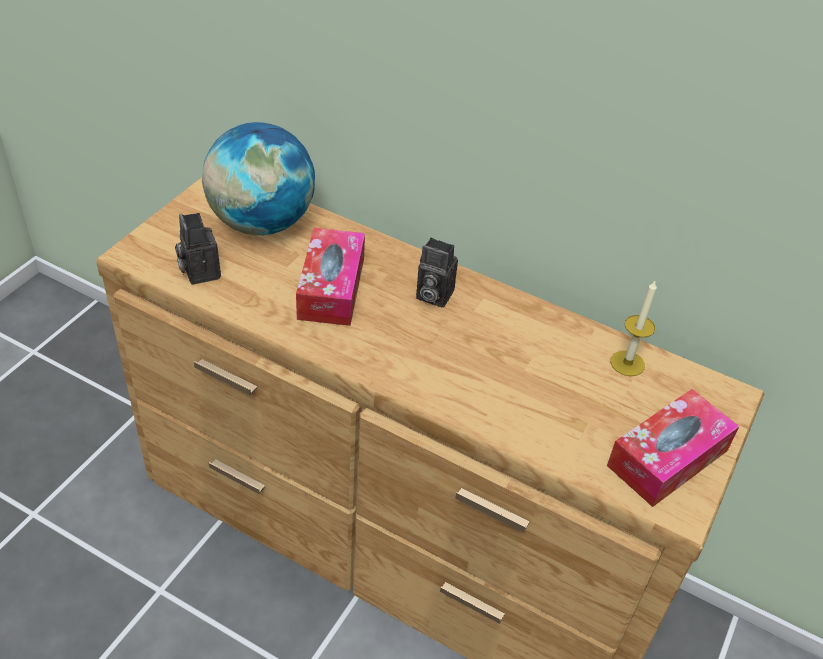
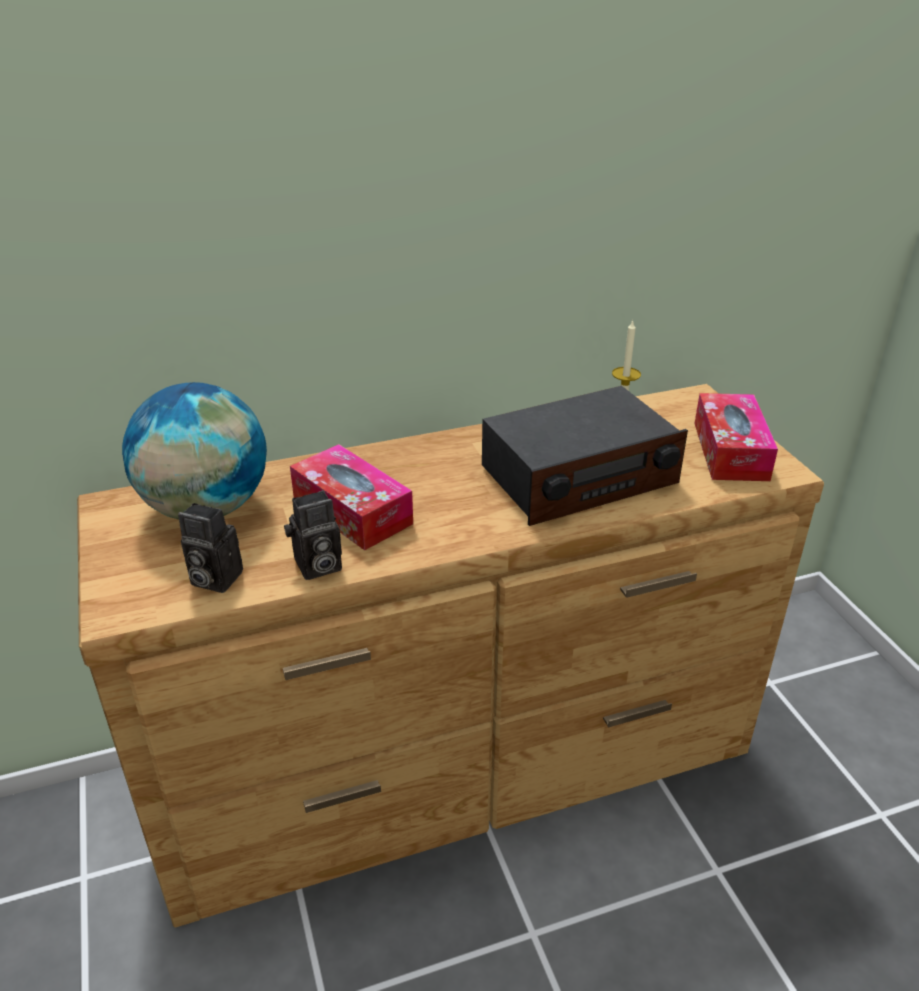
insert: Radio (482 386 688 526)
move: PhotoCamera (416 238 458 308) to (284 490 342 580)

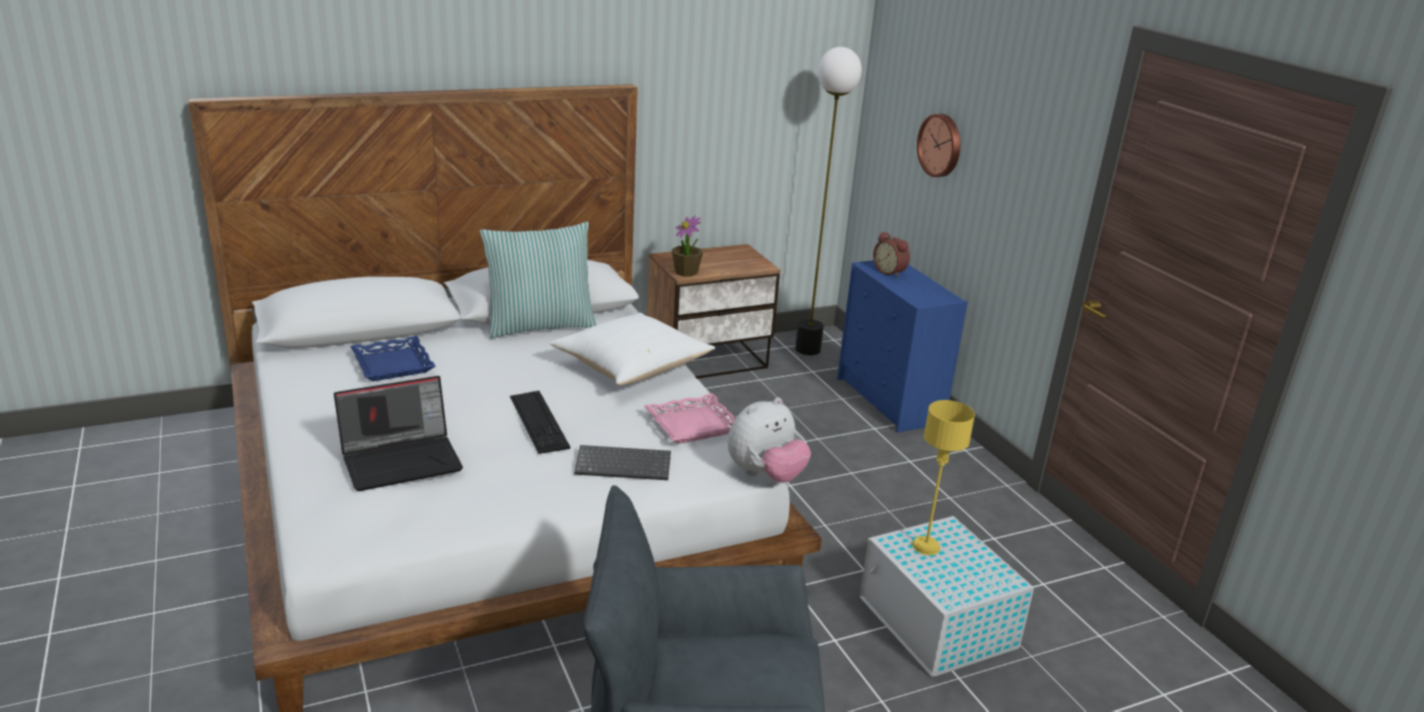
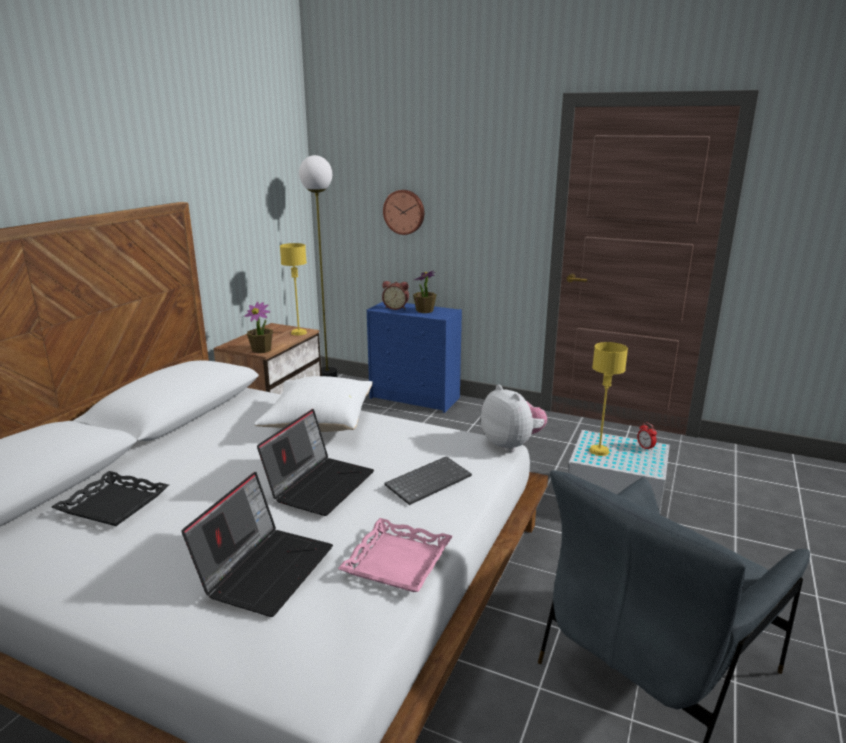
delete: Cushion (480 222 597 339)
insert: YellowLampForATable (280 243 307 336); PottedPlant (413 270 437 313); BedsideClock (637 422 657 450)
move: PinkishCarryingTray (644 393 735 444) to (338 518 452 592)
replace: ComputerKeyboard (510 391 570 454) to Laptop (257 409 374 516)
recolor: BluishCarryingTray (350 336 435 381) to BlackColouredCarryingTray (51 471 169 526)
rotate: PlushToy (728 398 811 483) = (481 385 547 452) 45 degrees counterclockwise

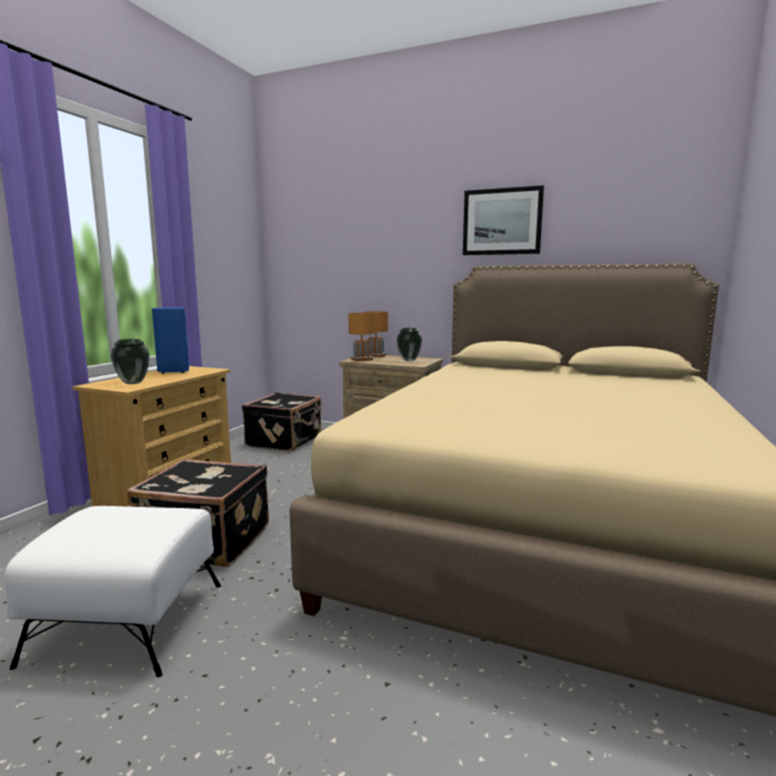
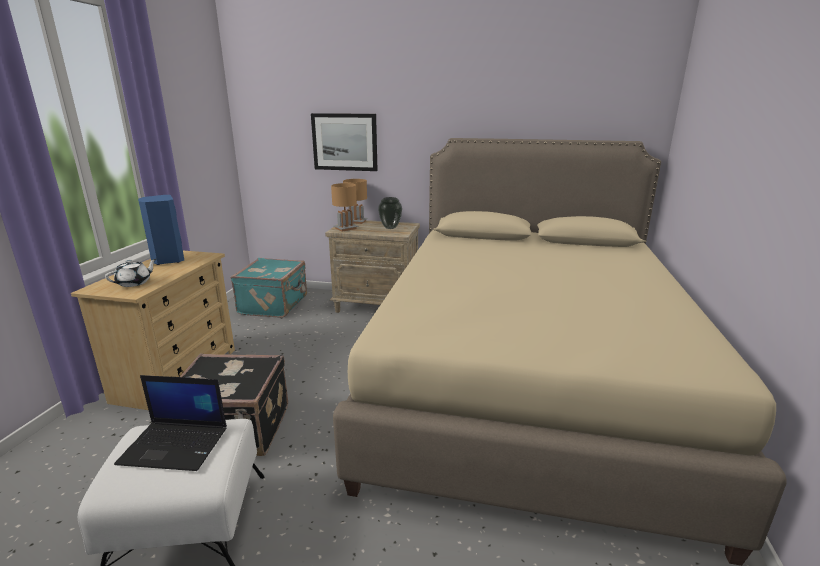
insert: Laptop (114 375 227 471)
move: WallPicture (463 185 544 255) to (311 113 378 171)
replace: DecorativeVase (111 339 150 384) to WhiteTeaPot (105 259 156 287)
recolor: BlackColouredTravelCase (242 392 321 452) to TurquoiseTravelCase (230 258 307 318)

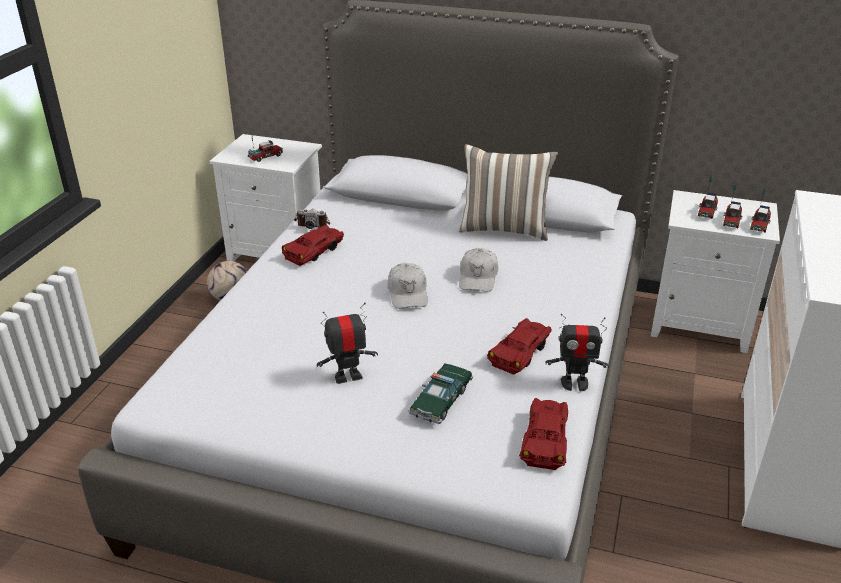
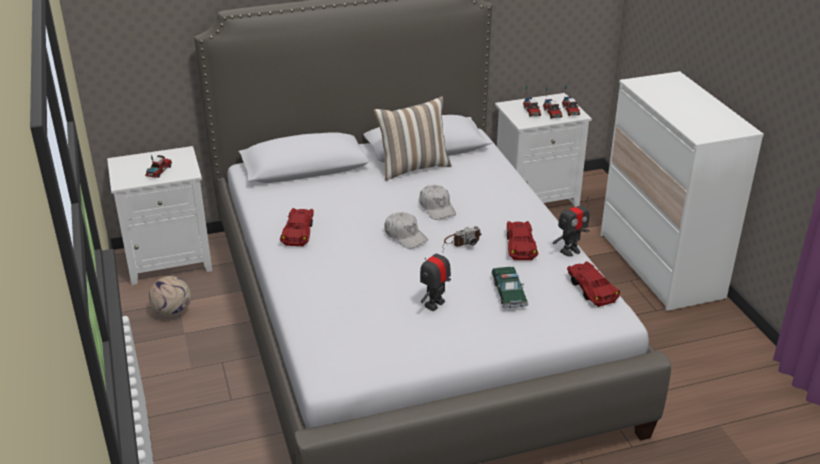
move: PhotoCamera (294 209 330 229) to (444 226 481 247)

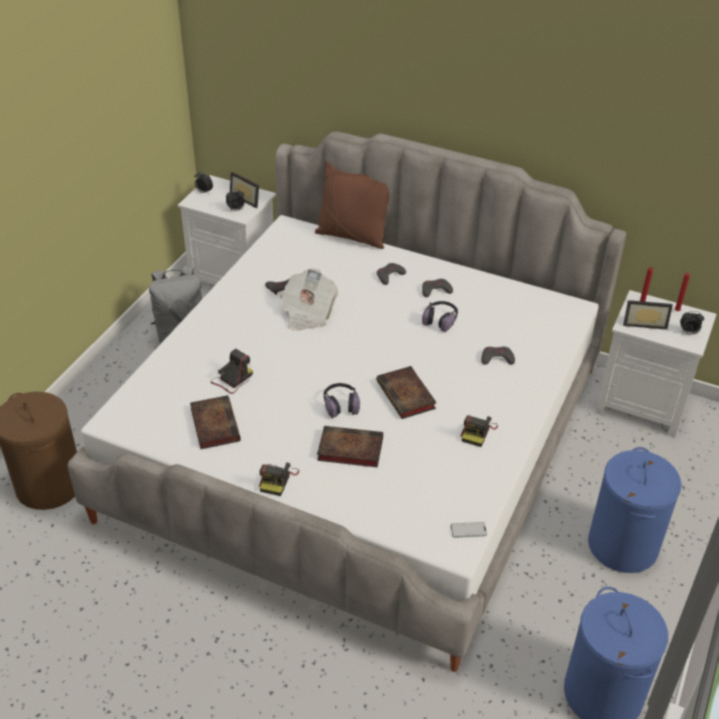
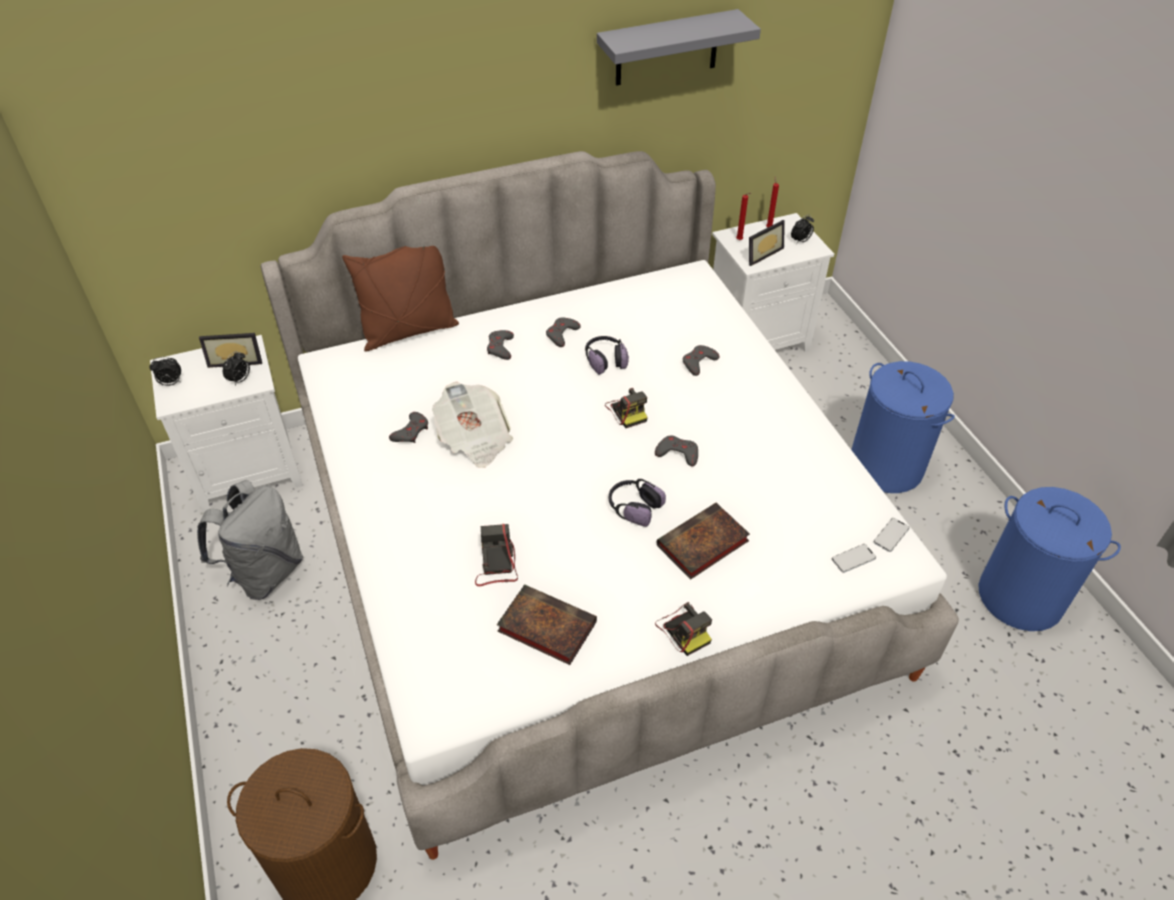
insert: GreyShelf (597 9 761 86); Telephone (832 544 876 573)
move: PhotoCamera (460 415 498 447) to (605 388 648 428)
replace: BoundBook (376 366 437 419) to GreyGameController (655 436 698 466)

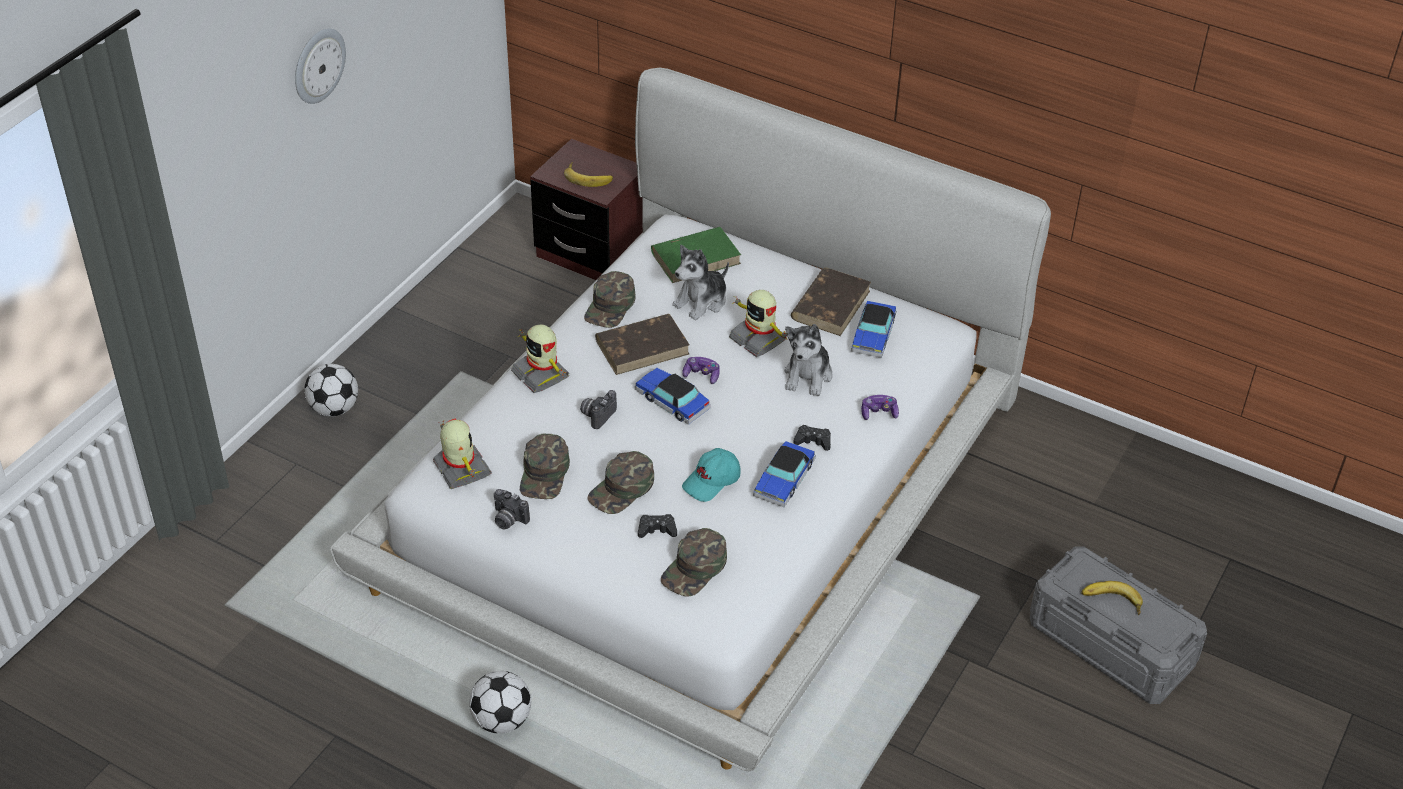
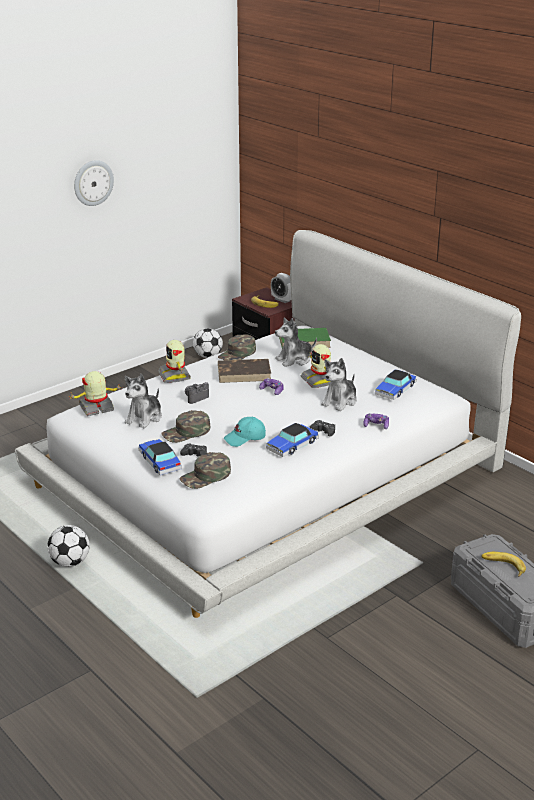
delete: BrownColouredBoundBook (791 267 871 336); PhotoCamera (494 489 530 529)
insert: BedsideClock (271 273 291 303)
move: Football (304 364 358 417) to (193 328 223 358); ToyCar (635 368 711 425) to (138 439 182 475)
replace: GreenPeakedCap (520 434 570 499) to PlushToy (125 374 162 428)
rotate: ToyRobot (433 419 492 489) = (71 371 123 416) 105 degrees counterclockwise

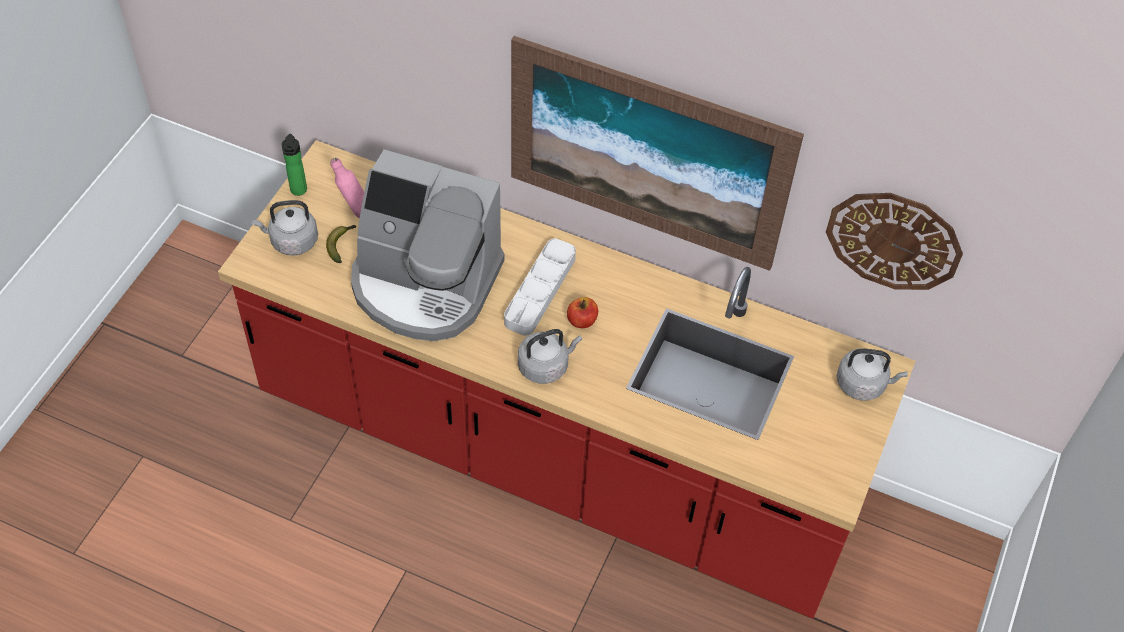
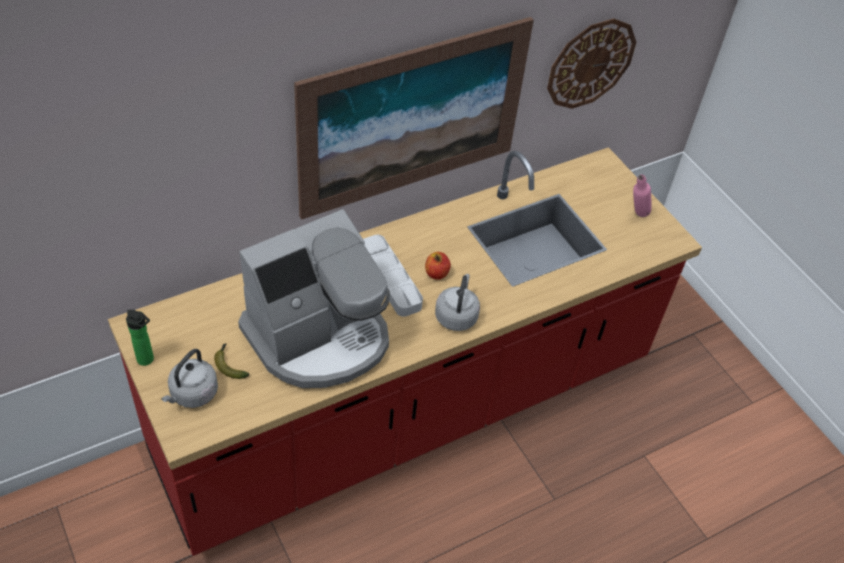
delete: GreyKettle (837 348 908 401)
move: PinkishBottle (330 158 364 218) to (633 174 651 217)

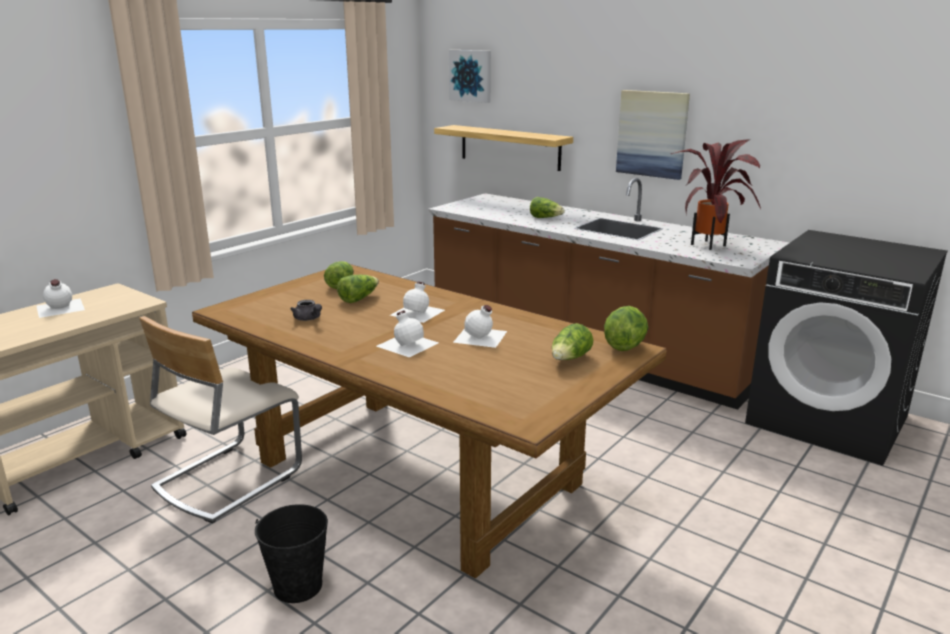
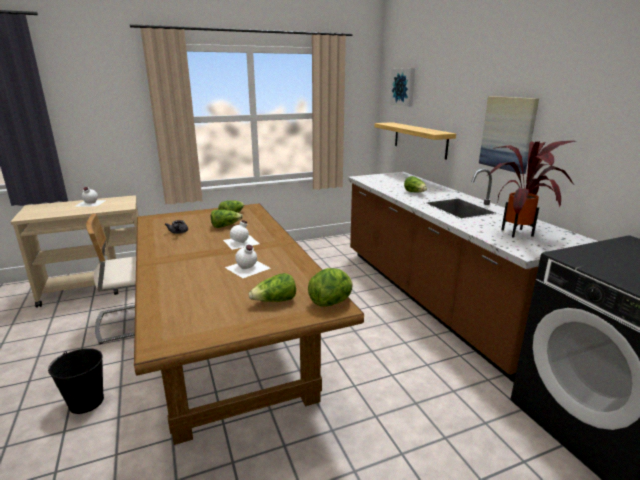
delete: WhiteBottle (376 310 439 358)

